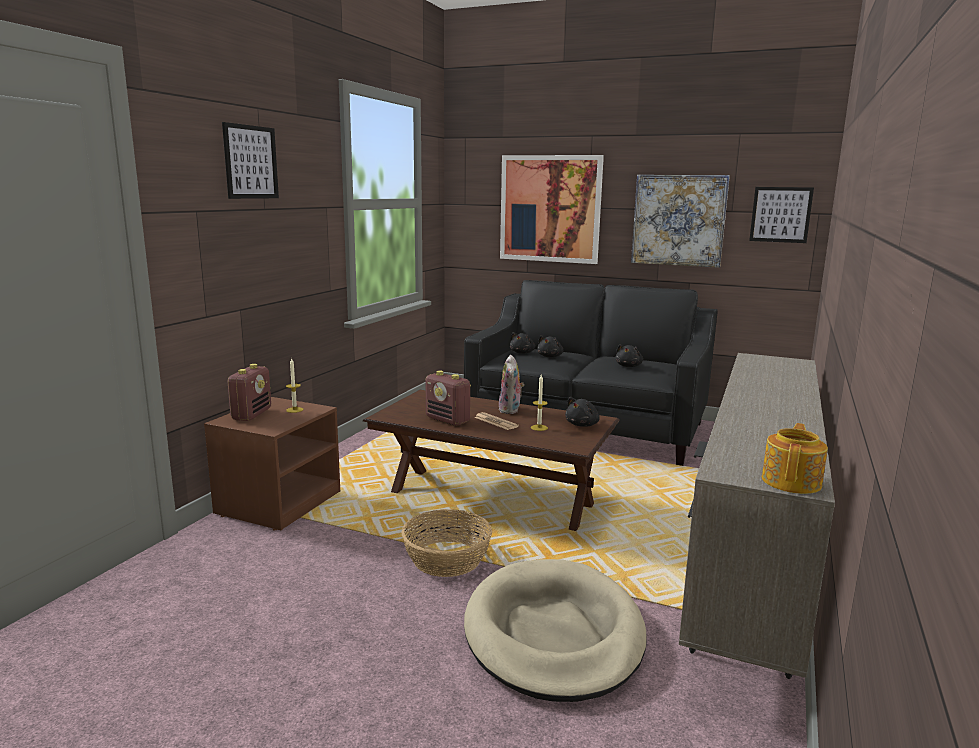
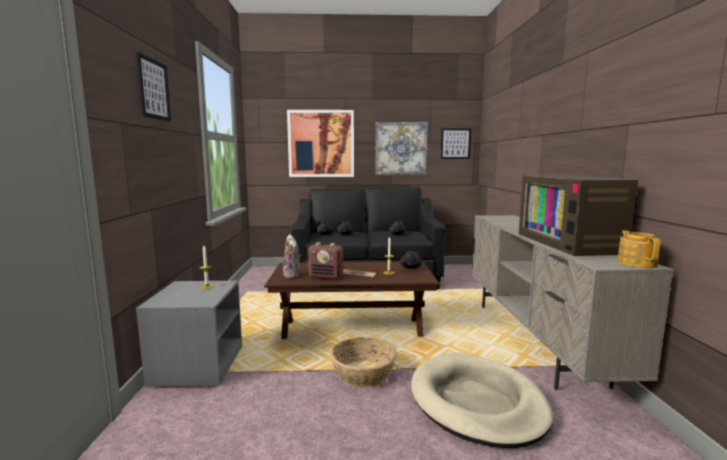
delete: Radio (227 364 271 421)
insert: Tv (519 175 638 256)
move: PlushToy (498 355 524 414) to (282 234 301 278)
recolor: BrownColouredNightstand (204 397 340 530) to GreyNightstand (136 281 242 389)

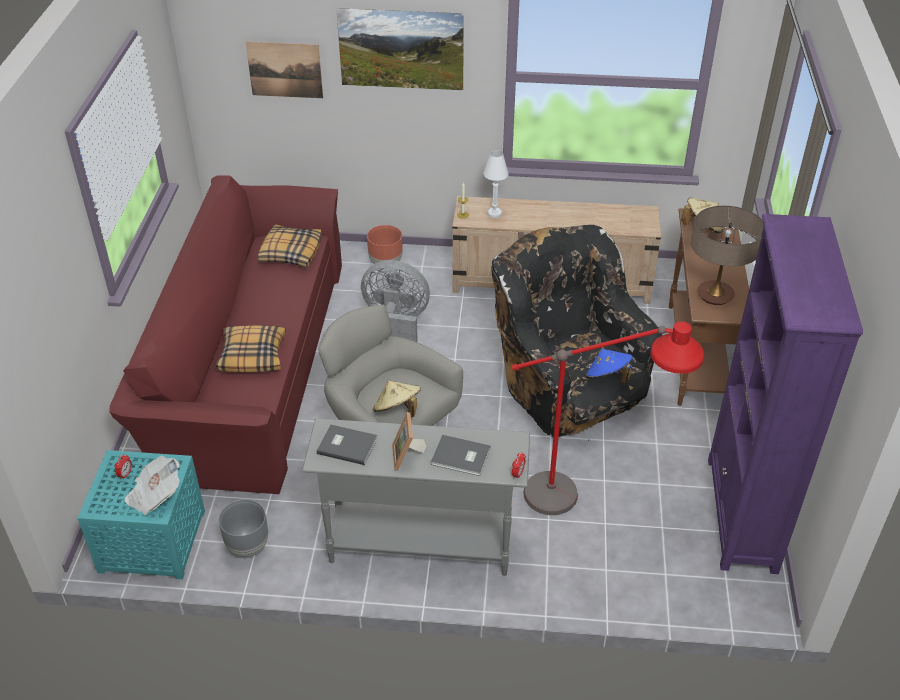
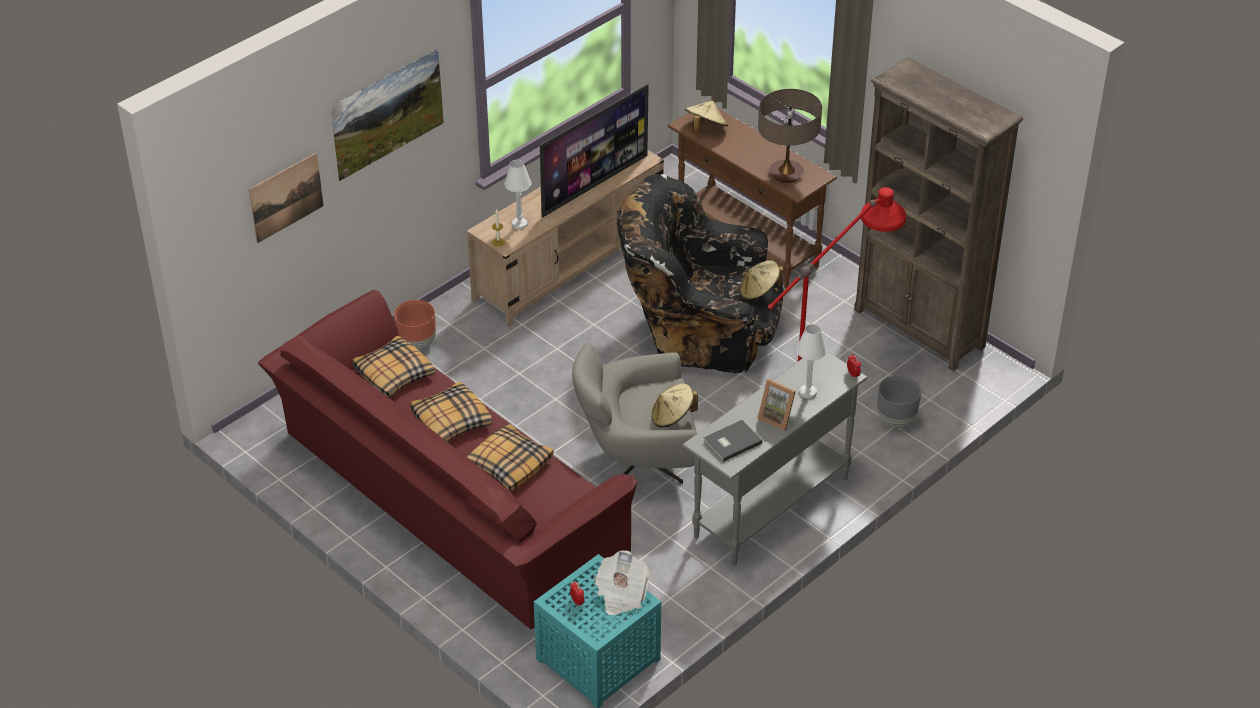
delete: GreyFan (361 260 430 342)
insert: Tv (540 84 649 218); Cushion (410 381 493 442)
move: GreyPlanter (219 499 268 557) to (877 376 921 428)
replace: GreyBoundBook (431 435 491 476) to WhiteLampForATable (796 324 826 399)
recolor: PurpleBookshelf (708 214 863 574) to BrownColouredBookshelf (854 57 1023 371); BluishHat (586 349 633 384) to BeigeColouredHat (740 260 784 301)

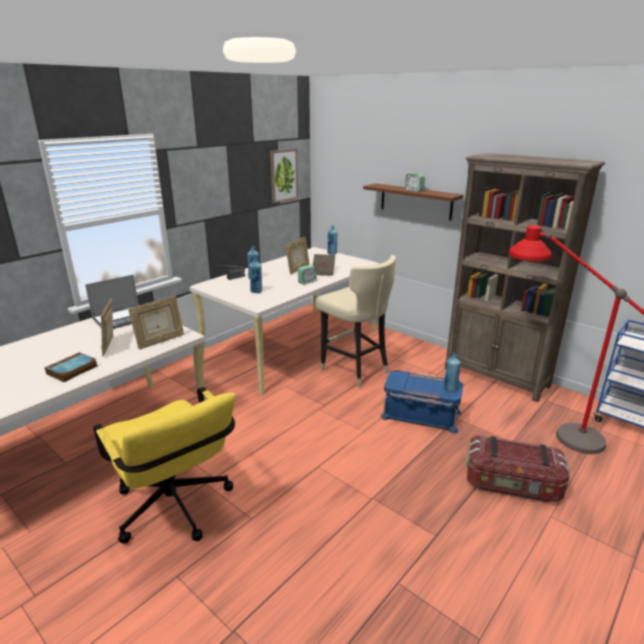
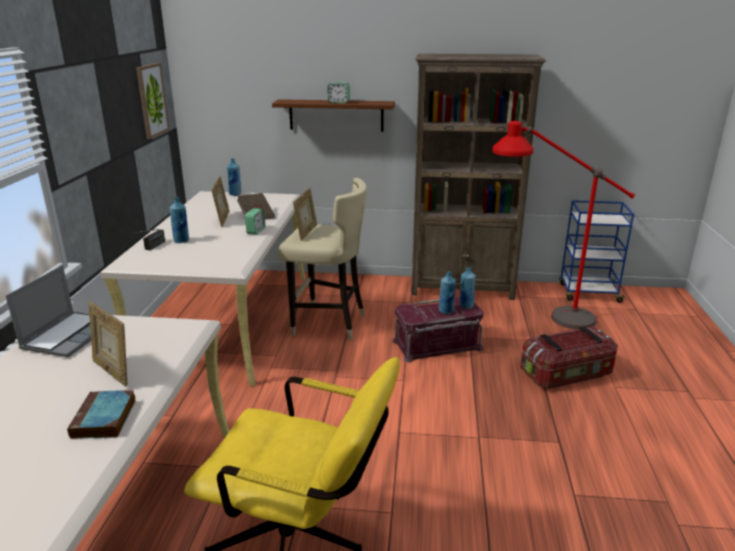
move: BluishBottle (249 258 262 293) to (439 271 456 314); PictureFrame (128 296 184 349) to (293 188 317 241)
recolor: BluishStorageBox (380 370 463 434) to RedColouredStorageBox (392 297 483 363)

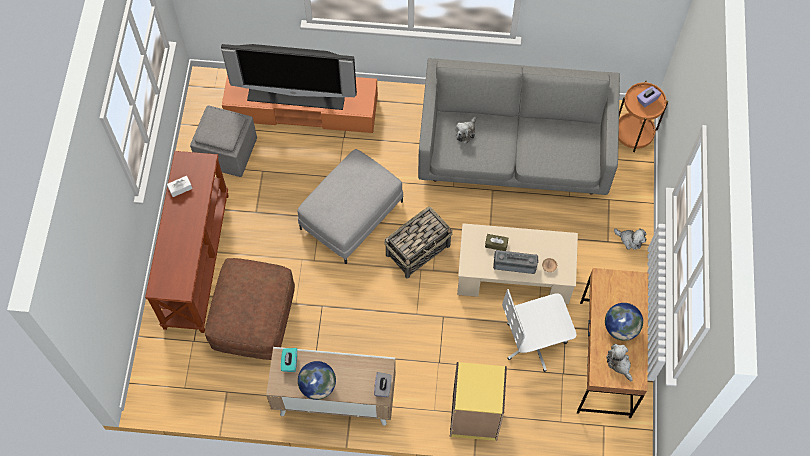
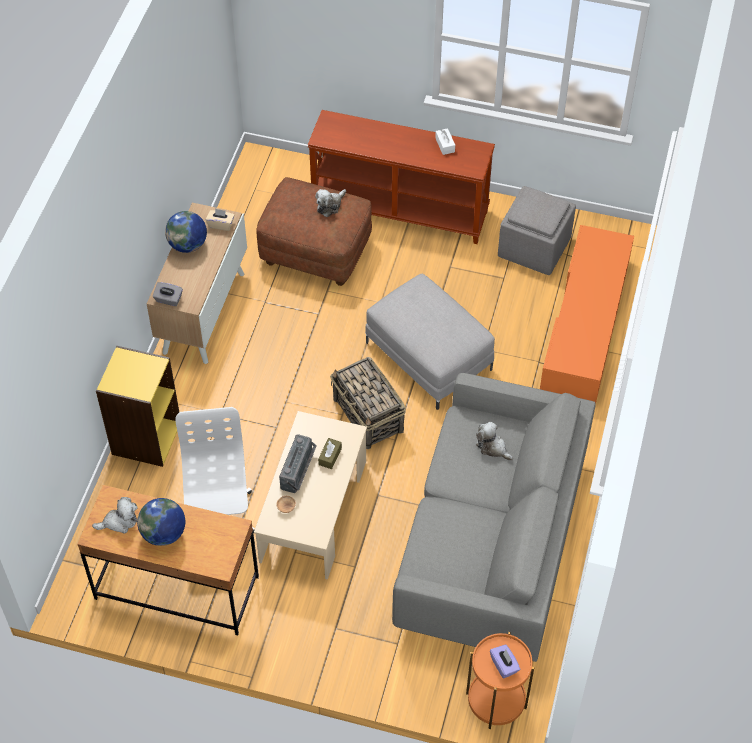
delete: Tv (221 44 357 110)
move: PlushToy (614 228 647 250) to (315 189 346 217)
recolor: TurquoiseTissueBox (281 348 297 372) to BeigeColouredTissueBox (206 208 235 231)

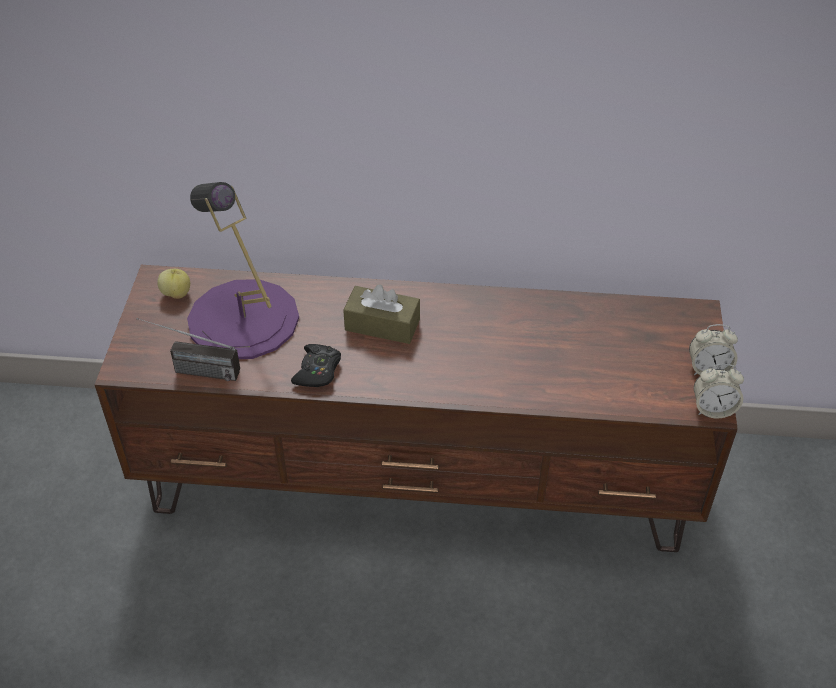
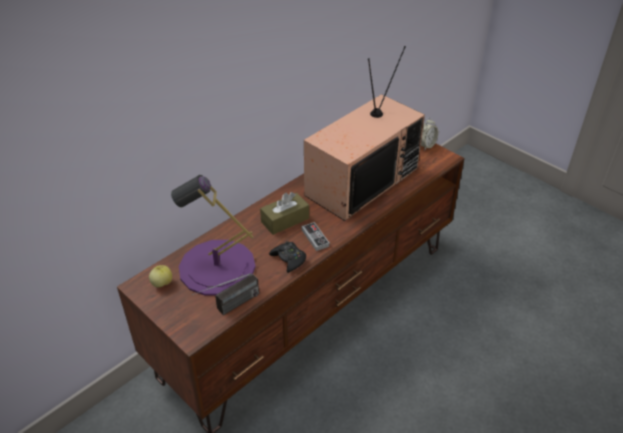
delete: BedsideClock (694 364 744 418)
insert: Tv (304 46 425 221); GameController (301 222 330 251)

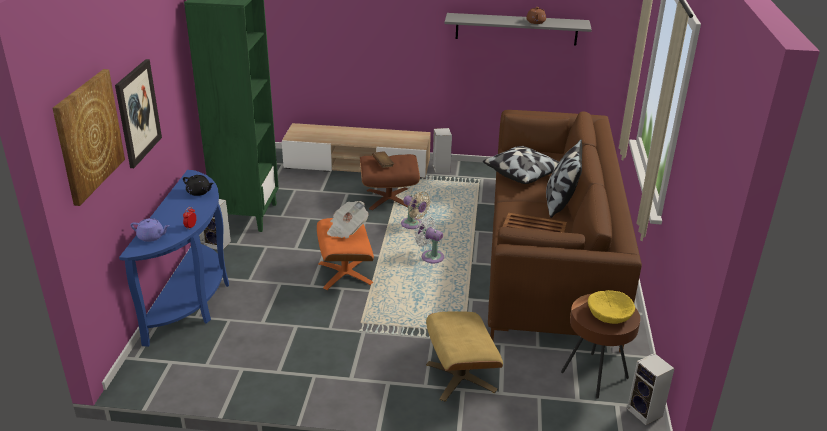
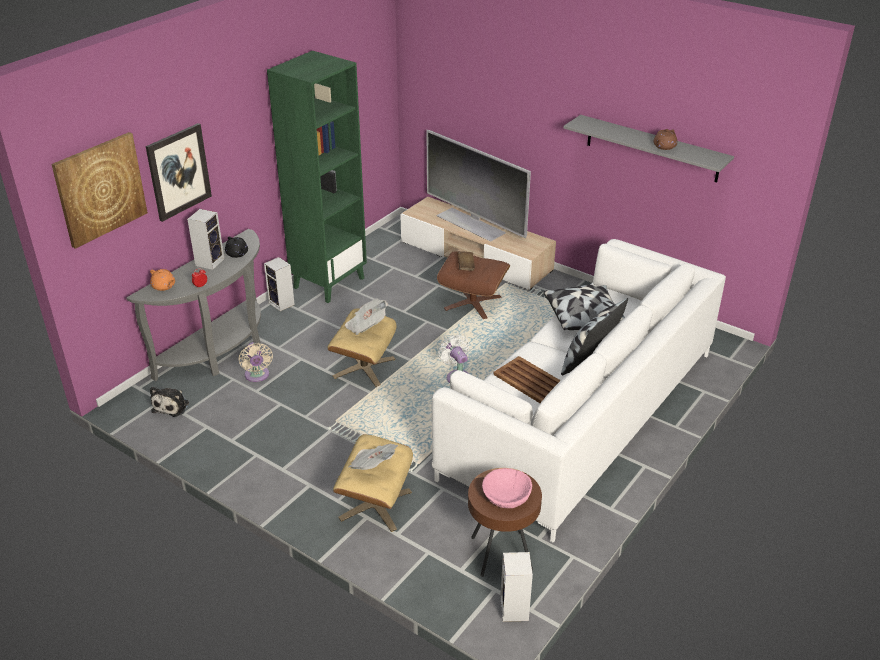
insert: Tv (426 130 531 242); PlushToy (150 387 189 417); PrintedPaper (348 443 398 470)
move: Speaker (433 128 452 173) to (187 209 224 270); BeigeColouredFan (401 191 431 229) to (238 342 273 382)
recolor: BrownColouredSofa (488 110 642 352) to WhiteSofa (431 239 726 543); BluishNarrowTable (119 170 229 347) to GreyNarrowTable (126 229 261 381); PurpleTeaPot (131 218 170 242) to OrangeColouredTeaPot (150 269 175 291); OrangeColouredPouffe (317 218 374 290) to BeigeColouredPouffe (328 308 397 387); YellowServingBowl (588 290 635 324) to PinkishServingBowl (482 468 532 508)

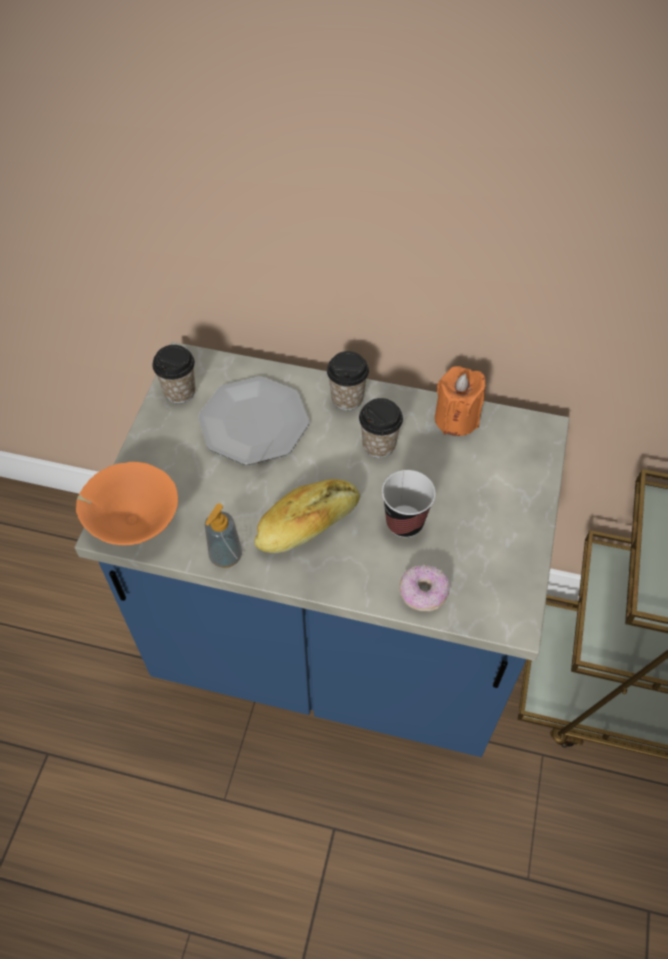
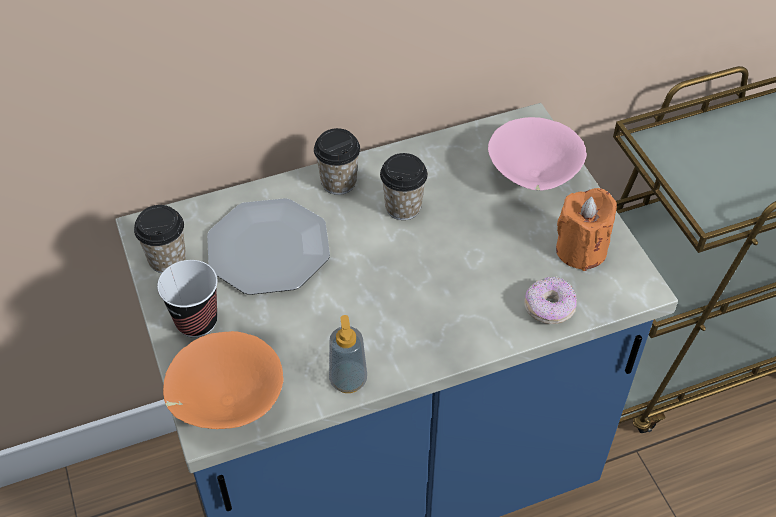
delete: Bread (255 479 360 553)
insert: PinkishServingBowl (488 117 587 191)
move: OrangeColouredWaxLight (435 366 485 436) to (556 188 617 271); SmallCup (382 470 436 538) to (157 260 217 338)

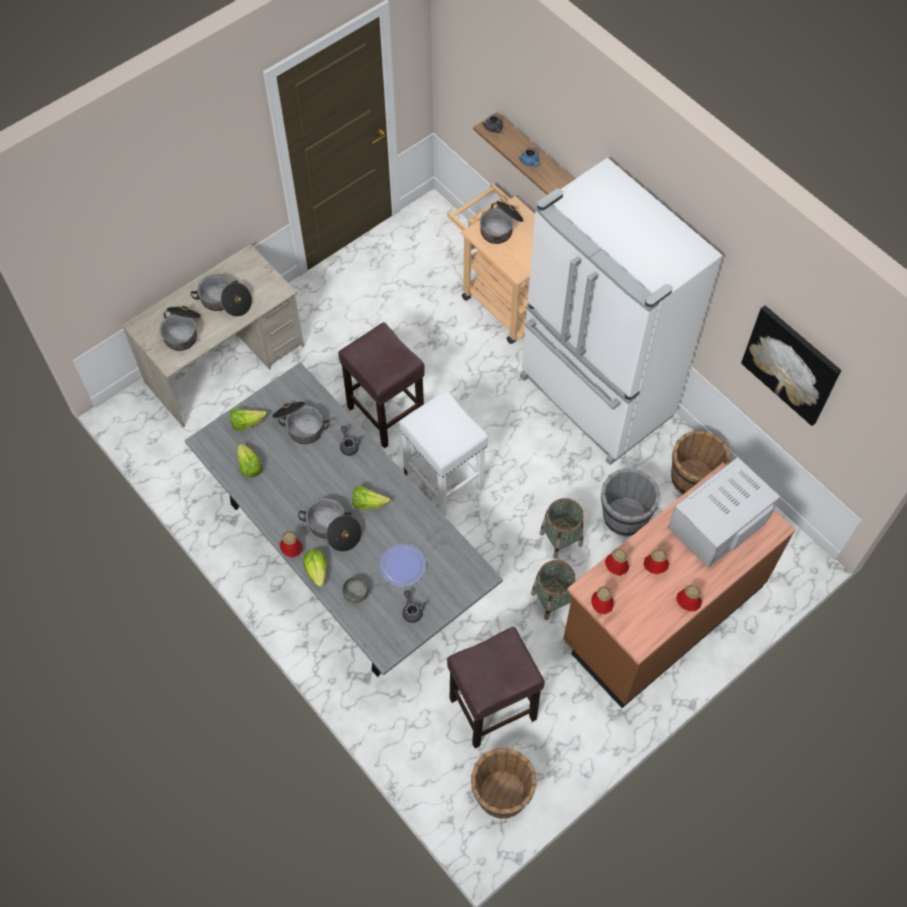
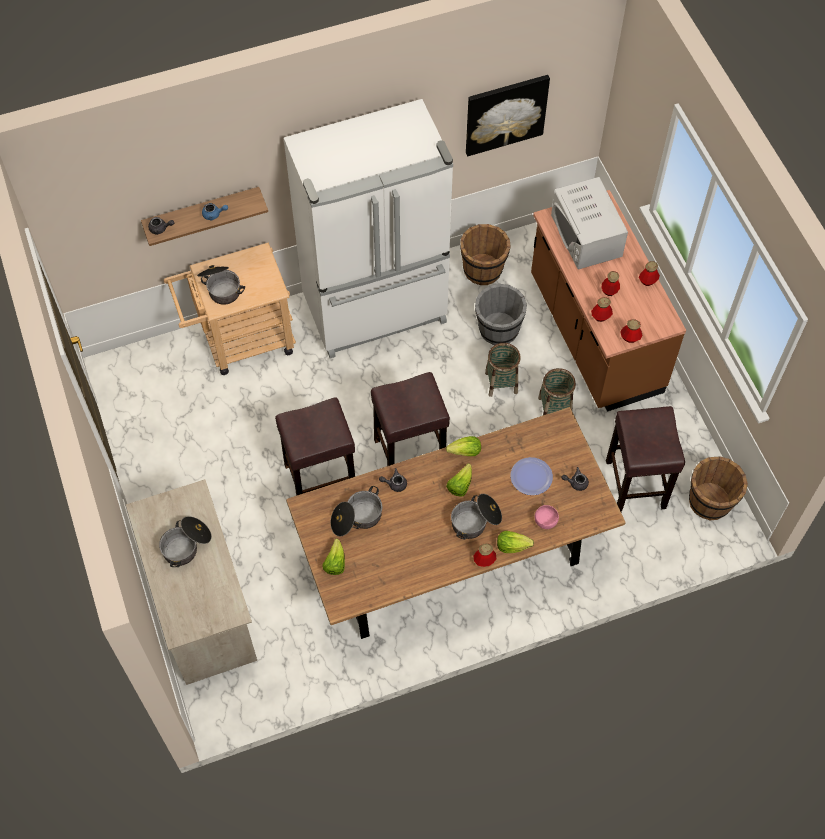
delete: Stockpot (160 306 201 351)
move: Lettuce (237 444 263 477) to (446 436 481 456)
recolor: GreyKitchenTable (185 362 503 677) to BrownColouredKitchenTable (286 407 626 639); WhiteStool (399 390 488 516) to BrownColouredStool (371 372 450 466); GreyServingBowl (342 577 369 604) to PinkishServingBowl (535 505 559 529)

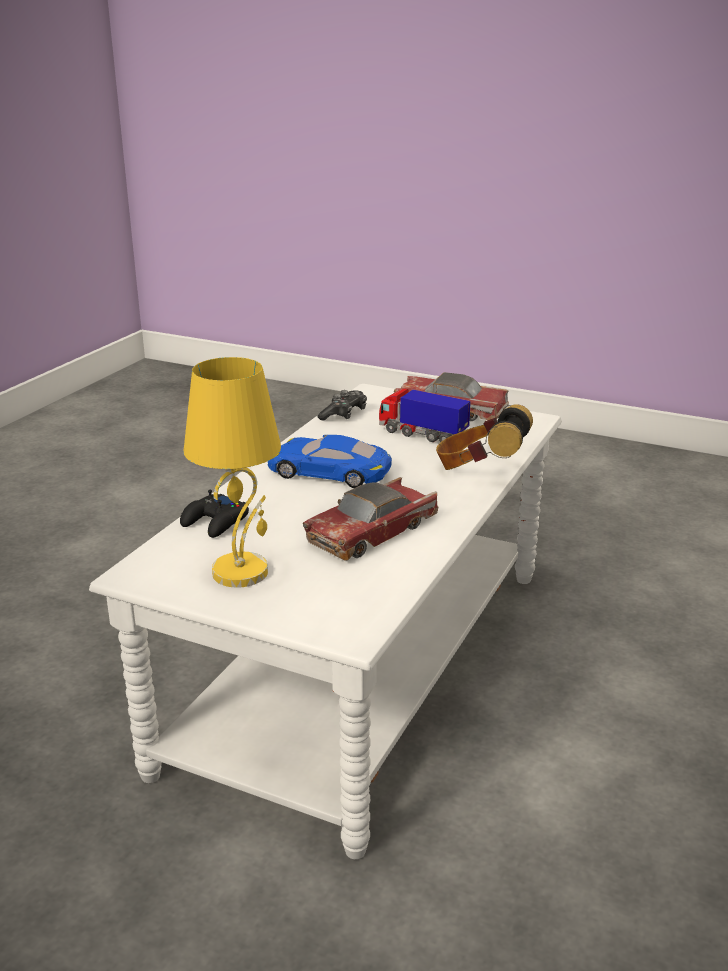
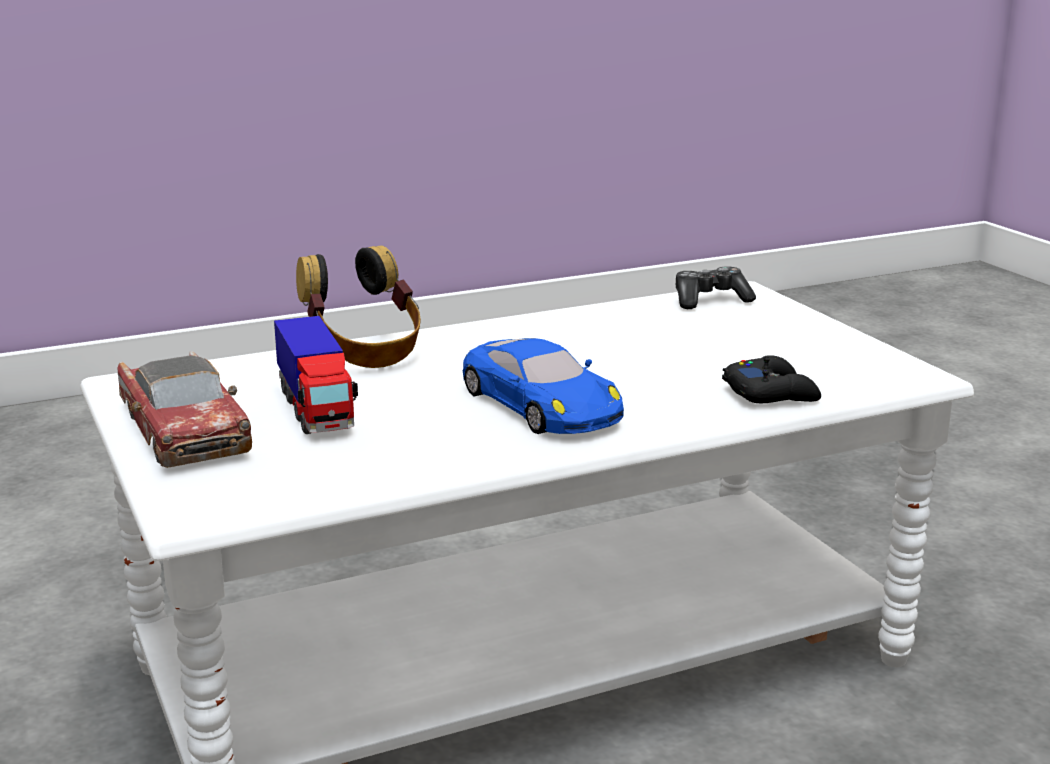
delete: YellowLampForATable (183 357 281 588); ToyCar (303 477 438 561)
move: GameController (317 390 367 421) to (676 266 756 309)

